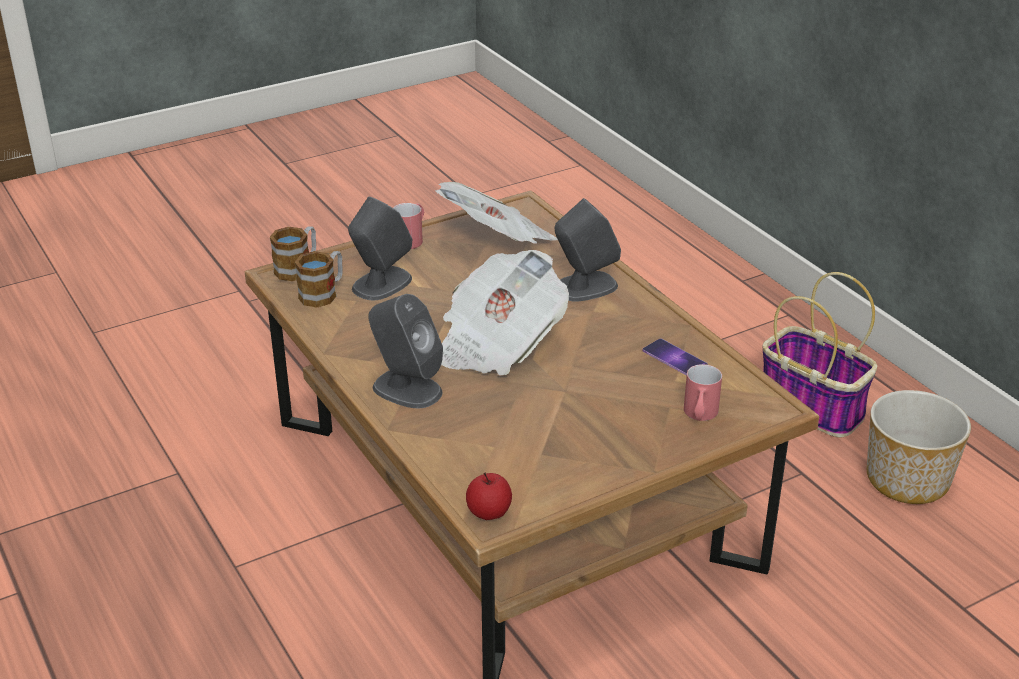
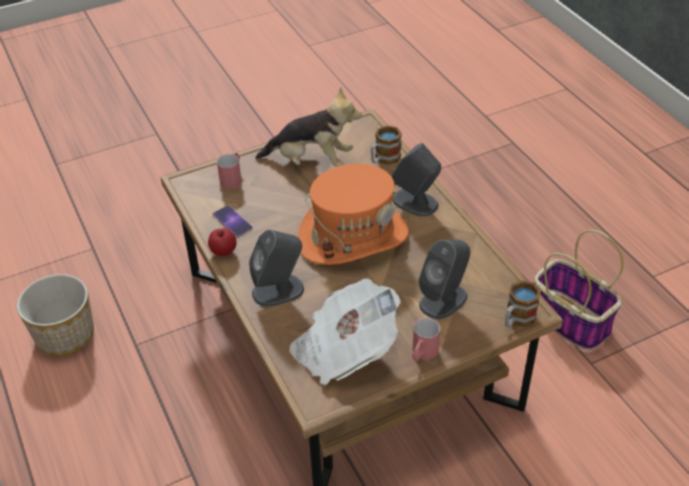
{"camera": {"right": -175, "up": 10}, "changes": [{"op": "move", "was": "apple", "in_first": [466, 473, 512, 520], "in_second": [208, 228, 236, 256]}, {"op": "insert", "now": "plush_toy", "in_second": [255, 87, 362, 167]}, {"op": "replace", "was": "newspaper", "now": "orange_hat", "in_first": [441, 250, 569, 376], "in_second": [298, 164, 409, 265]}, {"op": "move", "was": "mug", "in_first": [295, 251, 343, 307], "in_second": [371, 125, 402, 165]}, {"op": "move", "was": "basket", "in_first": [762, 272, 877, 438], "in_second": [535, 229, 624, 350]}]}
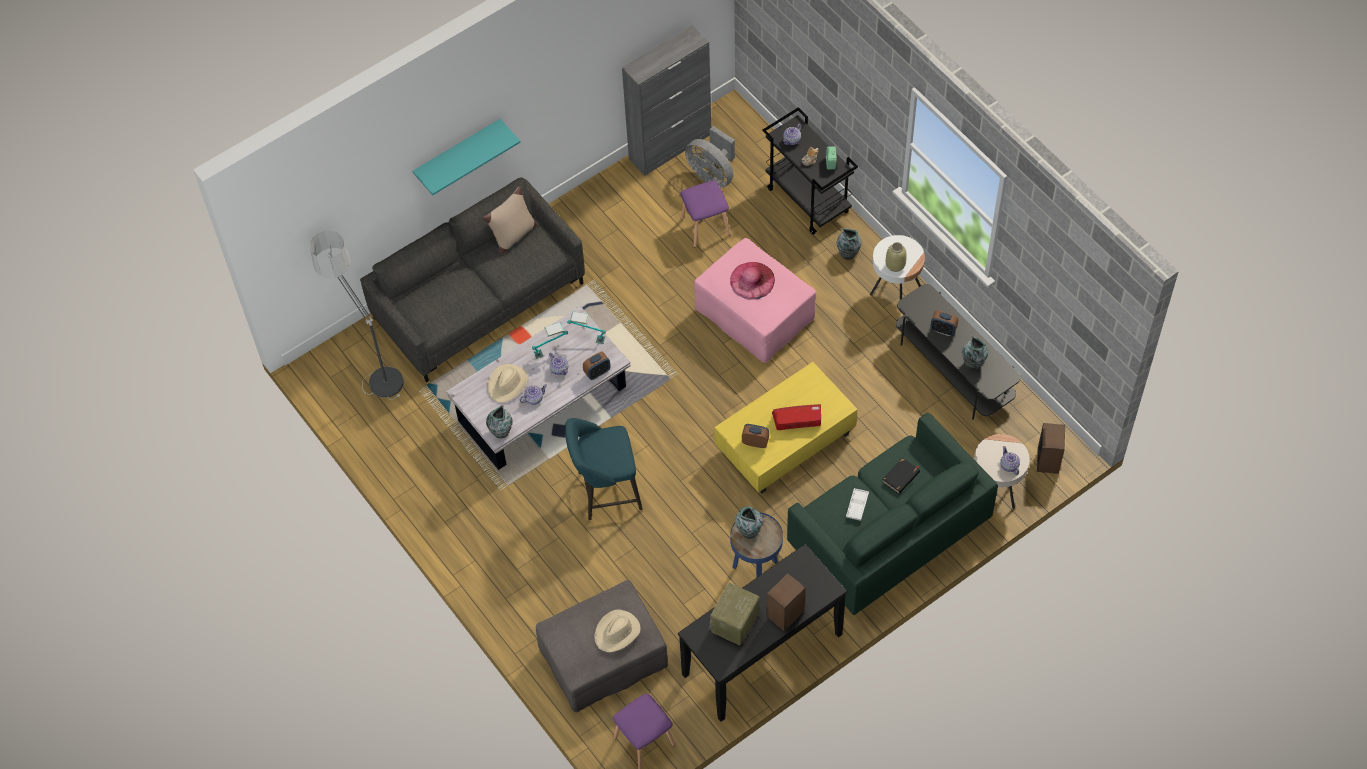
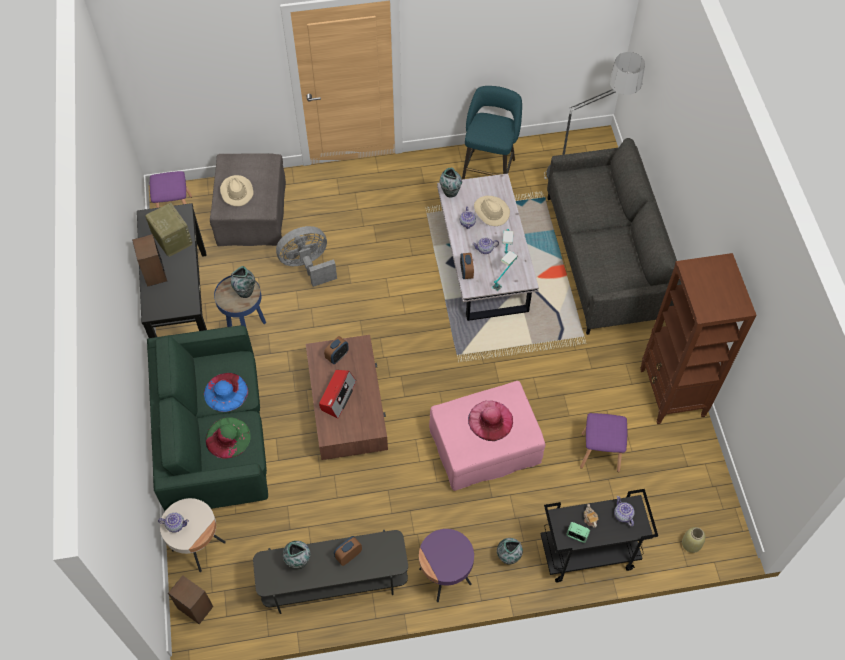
{"camera": {"right": 115, "up": 0}, "changes": [{"op": "replace", "was": "white_tray", "now": "blue_hat", "in_first": [846, 488, 869, 521], "in_second": [204, 373, 248, 412]}, {"op": "replace", "was": "black_book", "now": "green_hat", "in_first": [882, 457, 920, 494], "in_second": [206, 417, 251, 459]}, {"op": "move", "was": "grey_fan", "in_first": [685, 126, 735, 188], "in_second": [276, 226, 337, 287]}, {"op": "recolor", "was": "yellow_coffee_table", "now": "brown_coffee_table", "in_first": [714, 362, 858, 494], "in_second": [306, 335, 388, 460]}, {"op": "recolor", "was": "white_side_table", "now": "purple_side_table", "in_first": [870, 235, 925, 300], "in_second": [419, 529, 474, 602]}, {"op": "move", "was": "turquoise_stool", "in_first": [565, 418, 643, 520], "in_second": [462, 86, 522, 179]}, {"op": "insert", "now": "brown_bookcase", "in_second": [640, 253, 757, 424]}, {"op": "move", "was": "beige_vase", "in_first": [886, 242, 907, 272], "in_second": [682, 527, 705, 553]}, {"op": "delete", "was": "turquoise_shelf", "in_first": [413, 119, 521, 195]}, {"op": "delete", "was": "beige_pillow", "in_first": [483, 187, 538, 254]}, {"op": "delete", "was": "grey_cabinet", "in_first": [622, 25, 711, 176]}]}
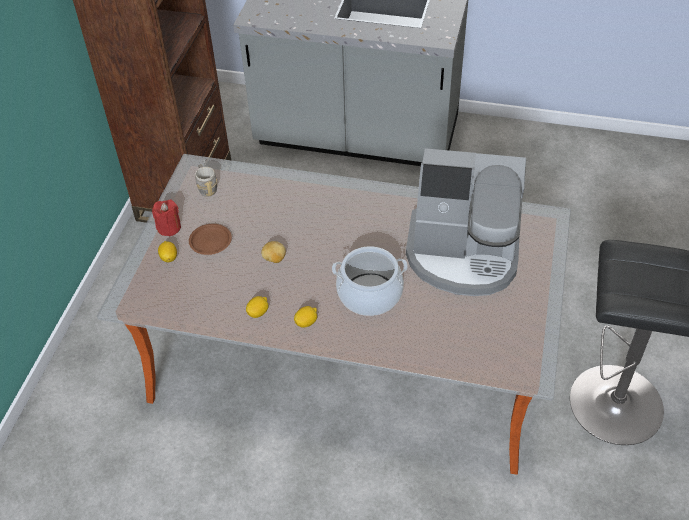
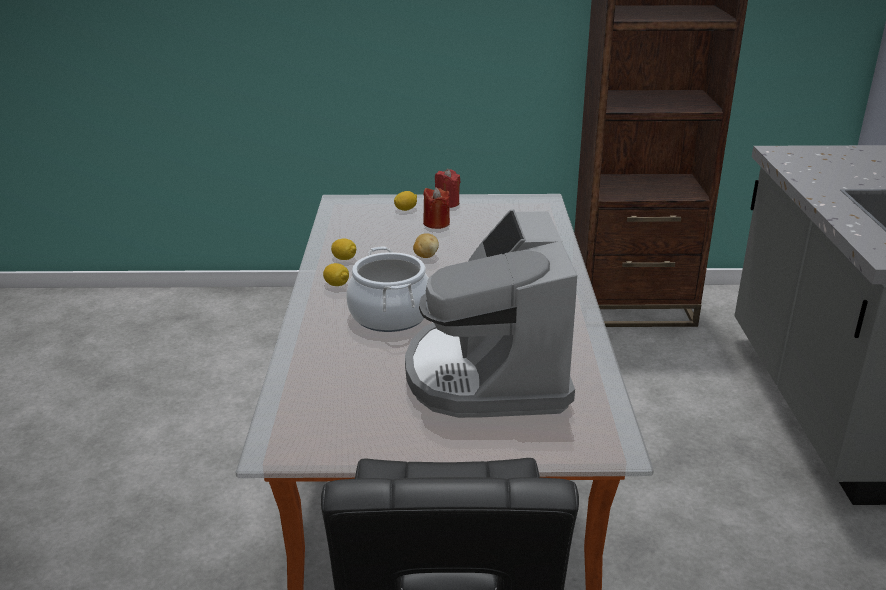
{"camera": {"right": 75, "up": -20}, "changes": [{"op": "replace", "was": "brown_plate", "now": "red_candle", "in_first": [189, 224, 232, 255], "in_second": [423, 187, 450, 229]}, {"op": "delete", "was": "grey_mug", "in_first": [195, 164, 218, 197]}]}
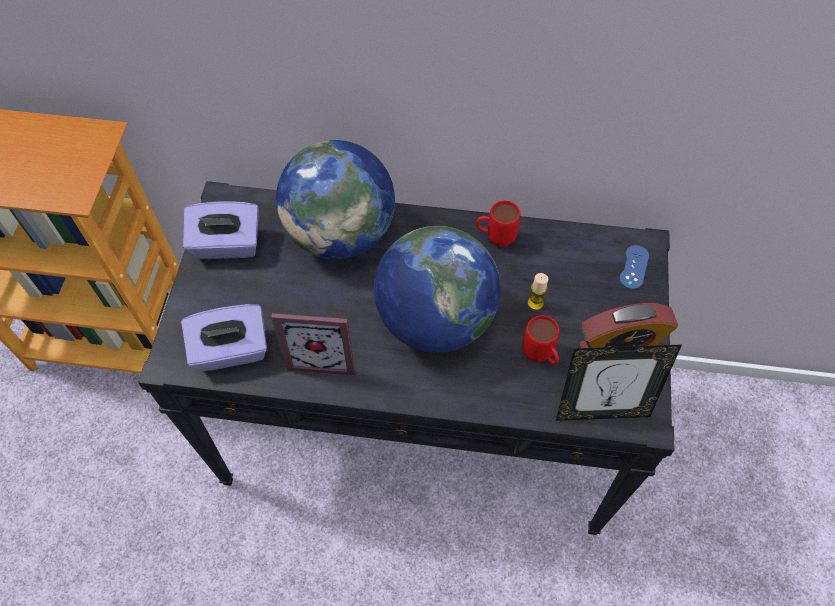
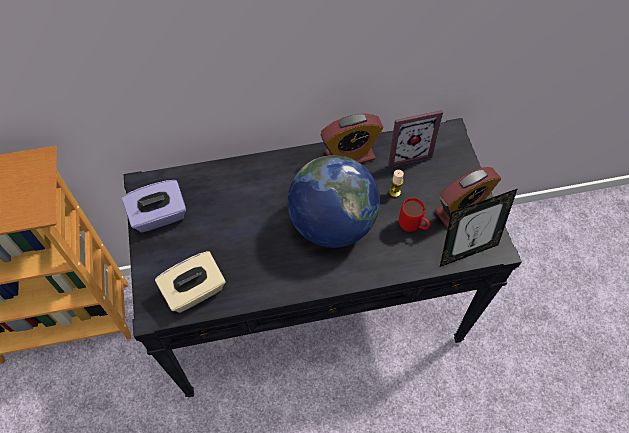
{"camera": {"right": -20, "up": 0}, "changes": [{"op": "recolor", "was": "purple_tissue_box", "now": "beige_tissue_box", "in_first": [181, 304, 267, 371], "in_second": [155, 251, 225, 313]}, {"op": "replace", "was": "red_mug", "now": "alarm_clock", "in_first": [476, 200, 520, 247], "in_second": [321, 114, 383, 164]}, {"op": "move", "was": "picture_frame", "in_first": [271, 313, 355, 376], "in_second": [388, 110, 443, 167]}, {"op": "delete", "was": "globe", "in_first": [276, 140, 395, 259]}, {"op": "delete", "was": "blue_game_controller", "in_first": [619, 245, 649, 289]}]}
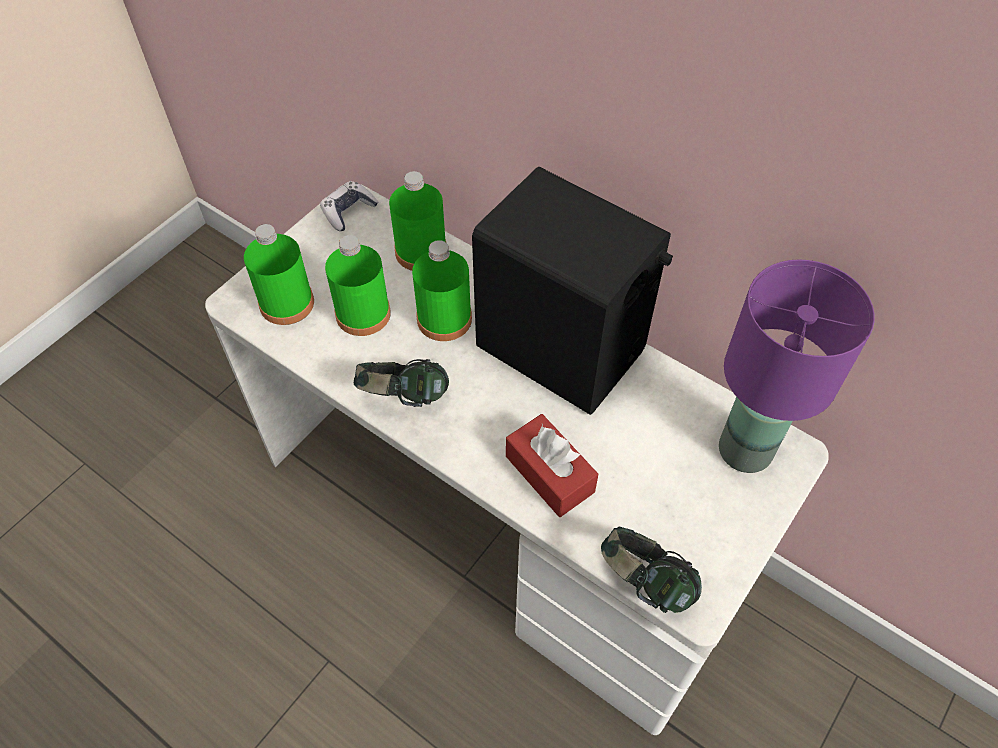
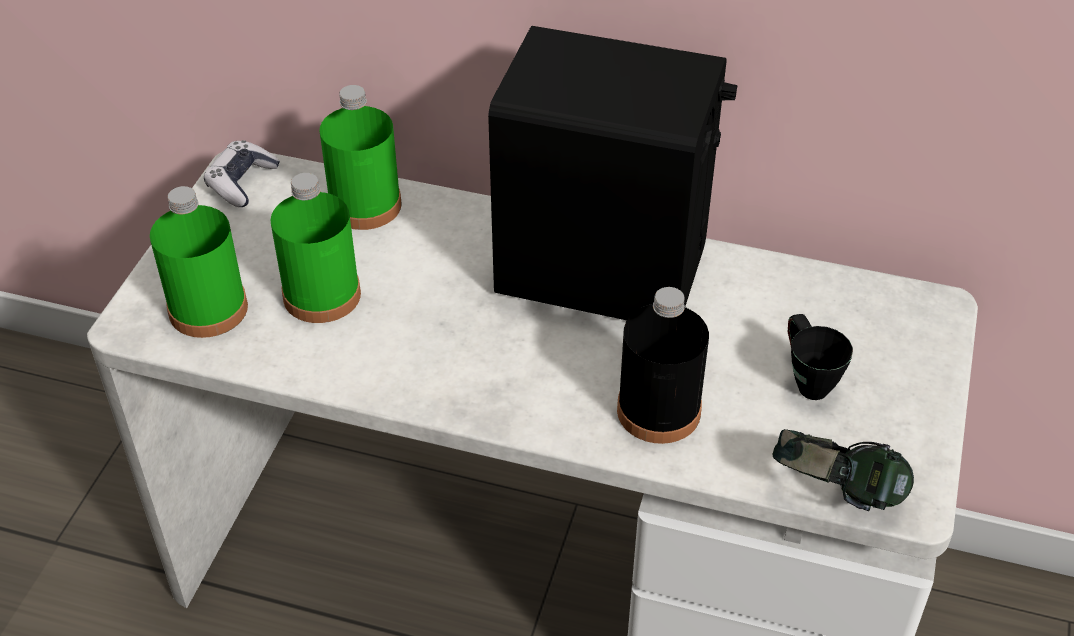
{"camera": {"right": -20, "up": -10}, "changes": [{"op": "replace", "was": "red_tissue_box", "now": "black_bottle", "in_first": [506, 414, 598, 517], "in_second": [617, 287, 709, 444]}, {"op": "insert", "now": "black_mug", "in_second": [788, 314, 853, 400]}, {"op": "delete", "was": "headphones", "in_first": [354, 359, 449, 407]}, {"op": "delete", "was": "green_bottle", "in_first": [412, 240, 472, 341]}, {"op": "delete", "was": "purple_table_lamp", "in_first": [719, 259, 875, 473]}]}
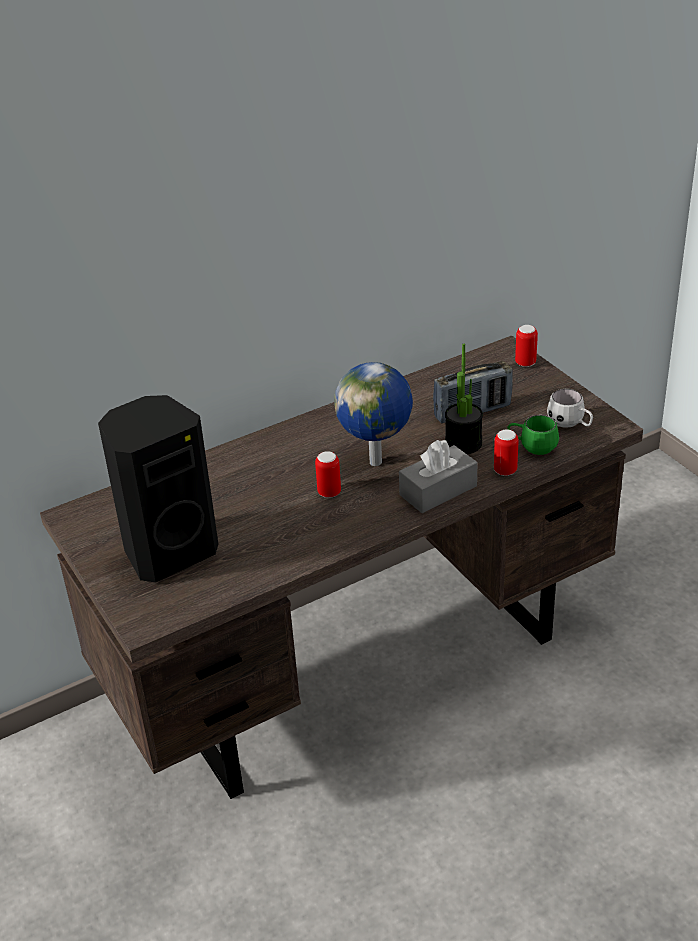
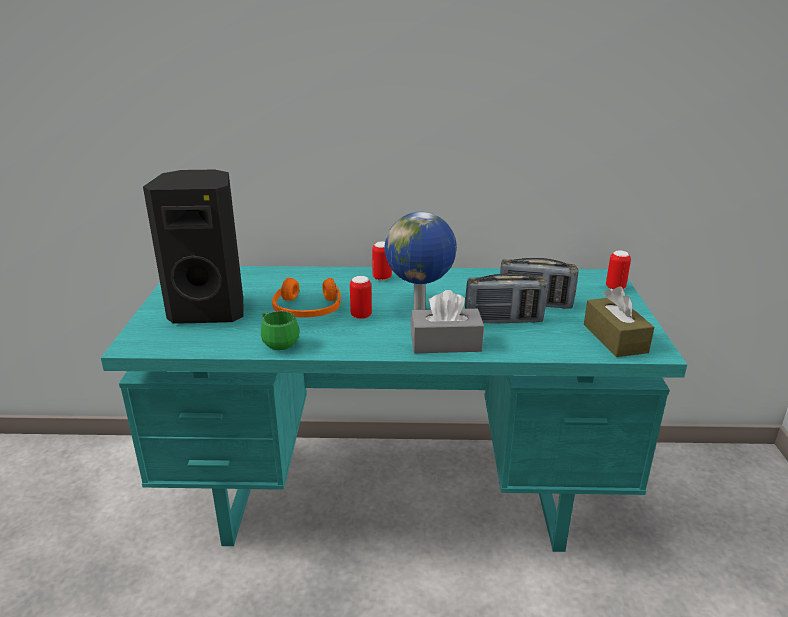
{"camera": {"right": 30, "up": -10}, "changes": [{"op": "recolor", "was": "brown_desk", "now": "turquoise_desk", "in_first": [40, 336, 643, 799], "in_second": [101, 266, 687, 552]}, {"op": "move", "was": "green_mug", "in_first": [507, 415, 559, 455], "in_second": [261, 311, 300, 350]}, {"op": "insert", "now": "orange_headphones", "in_second": [272, 277, 341, 317]}, {"op": "move", "was": "can", "in_first": [494, 429, 519, 476], "in_second": [372, 242, 392, 281]}, {"op": "replace", "was": "potted_plant", "now": "radio", "in_first": [445, 344, 483, 454], "in_second": [465, 273, 548, 323]}, {"op": "replace", "was": "white_mug", "now": "brown_tissue_box", "in_first": [547, 389, 593, 428], "in_second": [584, 286, 654, 357]}]}
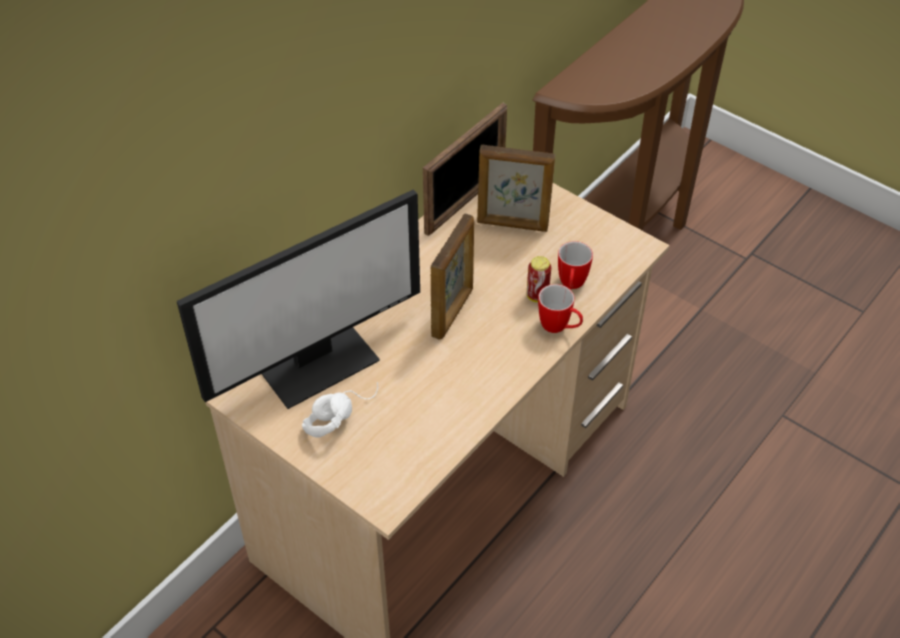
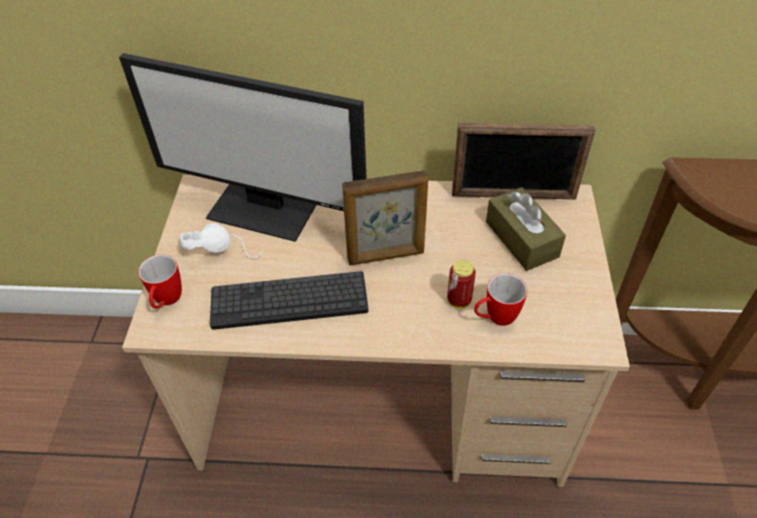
{"camera": {"right": 55, "up": 0}, "changes": [{"op": "move", "was": "mug", "in_first": [538, 284, 583, 333], "in_second": [138, 254, 182, 309]}, {"op": "insert", "now": "keyboard", "in_second": [210, 271, 368, 330]}, {"op": "replace", "was": "picture_frame", "now": "brown_tissue_box", "in_first": [477, 145, 555, 232], "in_second": [486, 187, 566, 271]}]}
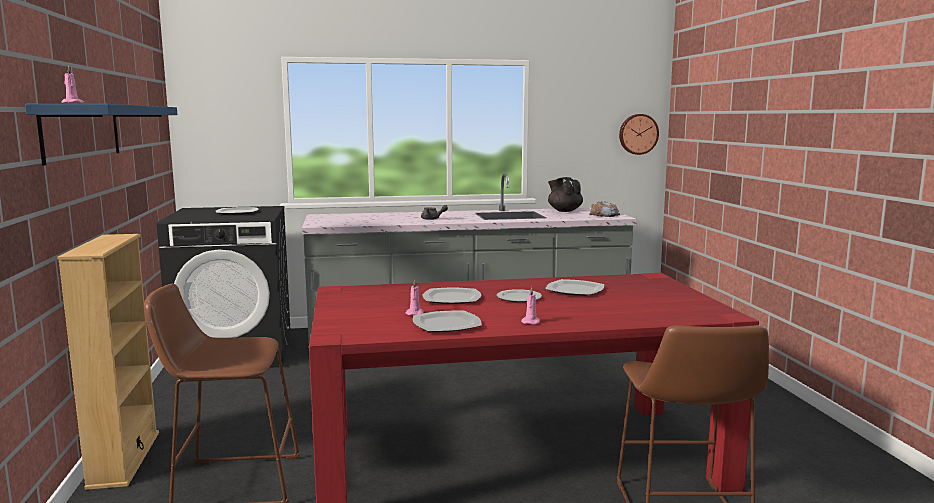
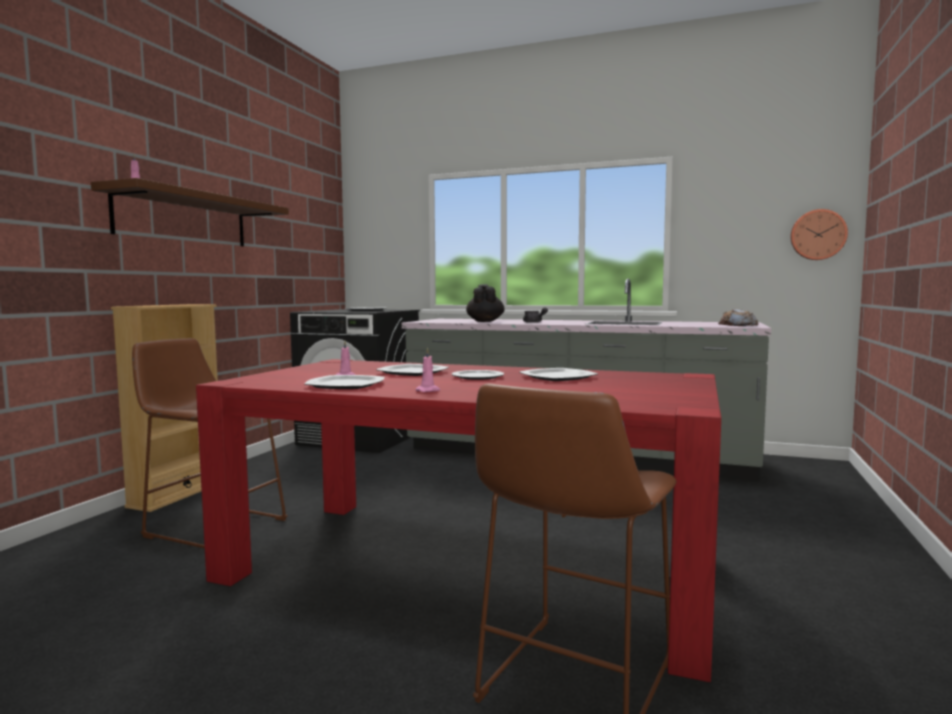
{"camera": {"right": 30, "up": -5}, "changes": [{"op": "recolor", "was": "blue_shelf", "now": "brown_shelf", "in_first": [25, 104, 177, 166], "in_second": [91, 178, 289, 247]}, {"op": "move", "was": "black_teapot", "in_first": [548, 177, 583, 212], "in_second": [466, 284, 505, 322]}]}
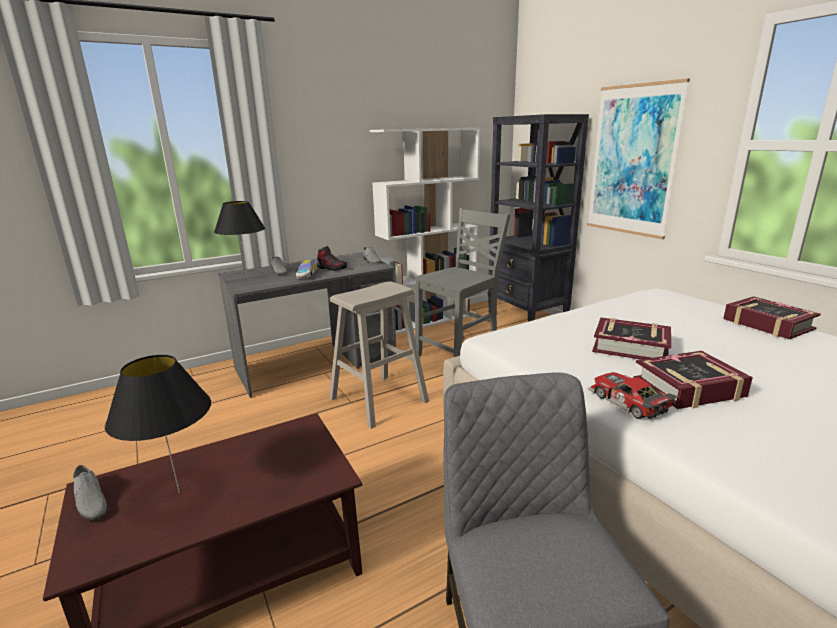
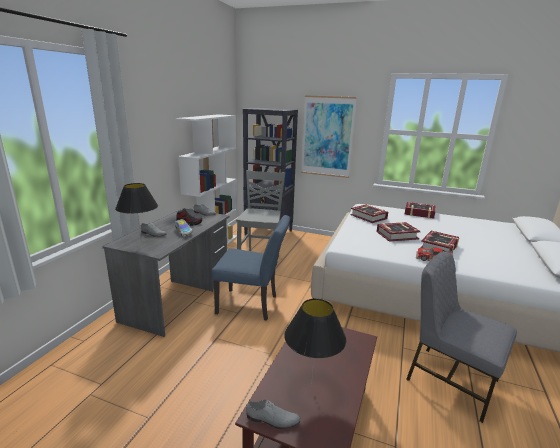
{"camera": {"right": -40, "up": 0}, "changes": [{"op": "replace", "was": "beige_stool", "now": "blue_chair", "in_first": [329, 281, 429, 429], "in_second": [212, 215, 290, 321]}, {"op": "insert", "now": "book", "in_second": [350, 205, 388, 223]}]}
